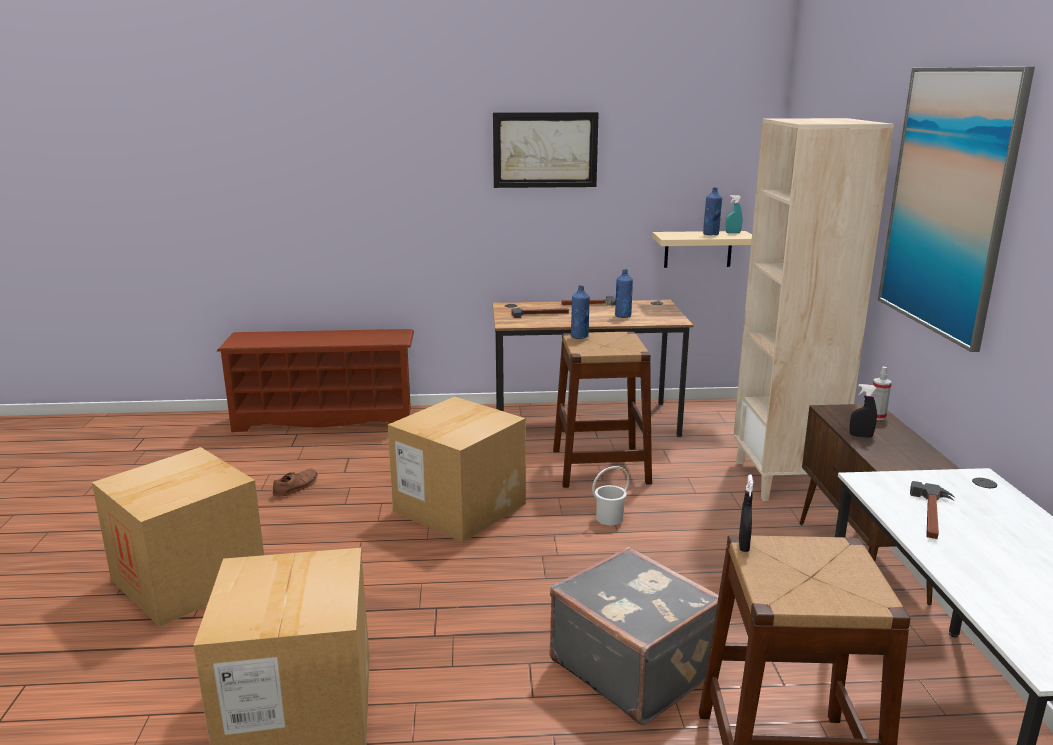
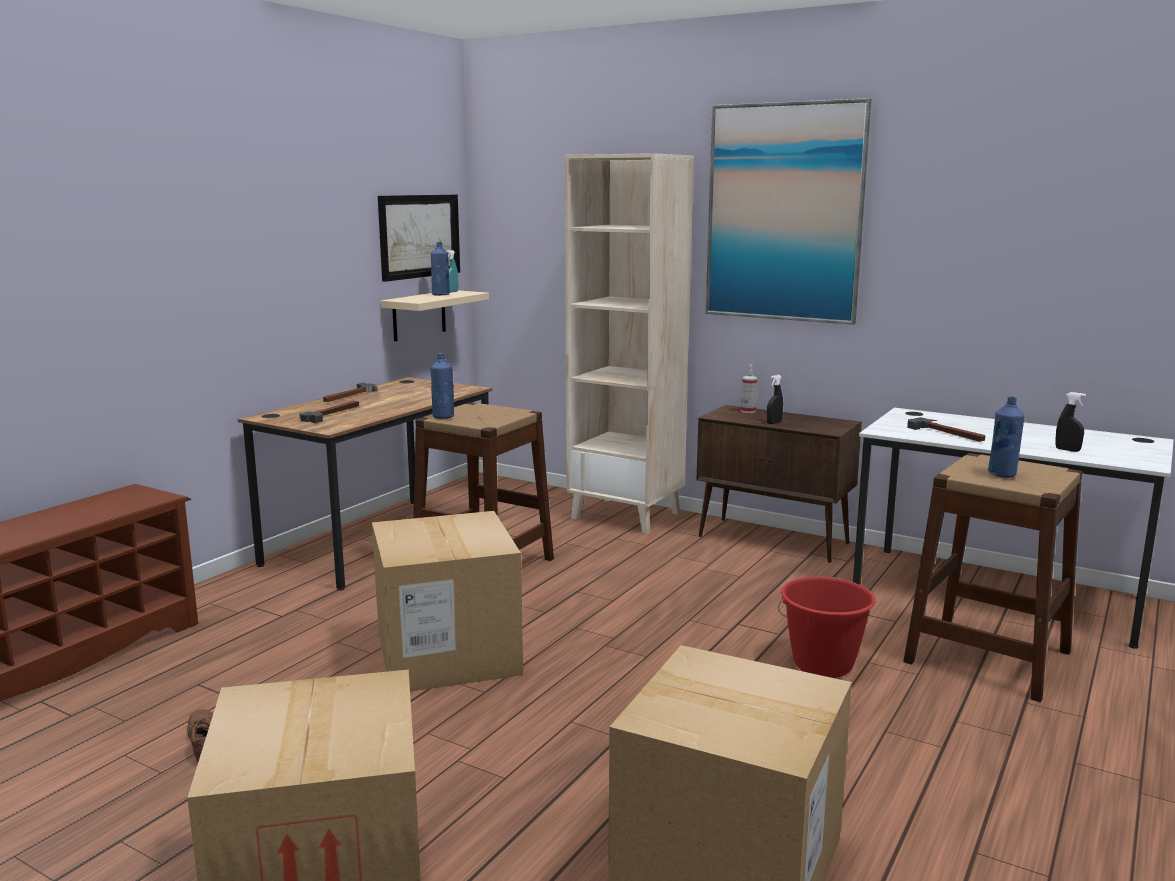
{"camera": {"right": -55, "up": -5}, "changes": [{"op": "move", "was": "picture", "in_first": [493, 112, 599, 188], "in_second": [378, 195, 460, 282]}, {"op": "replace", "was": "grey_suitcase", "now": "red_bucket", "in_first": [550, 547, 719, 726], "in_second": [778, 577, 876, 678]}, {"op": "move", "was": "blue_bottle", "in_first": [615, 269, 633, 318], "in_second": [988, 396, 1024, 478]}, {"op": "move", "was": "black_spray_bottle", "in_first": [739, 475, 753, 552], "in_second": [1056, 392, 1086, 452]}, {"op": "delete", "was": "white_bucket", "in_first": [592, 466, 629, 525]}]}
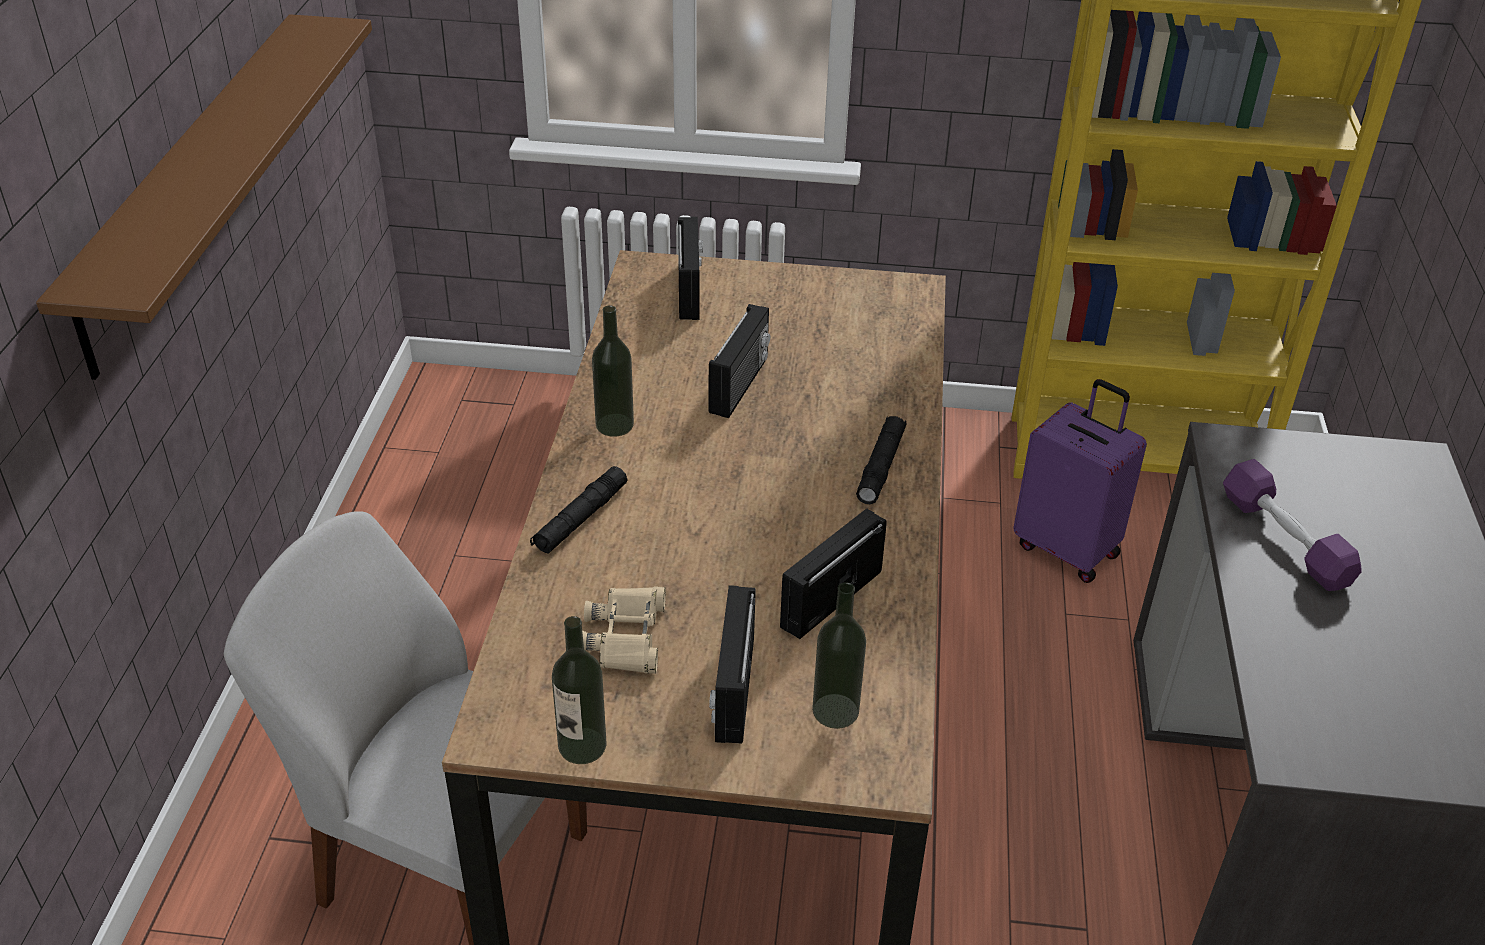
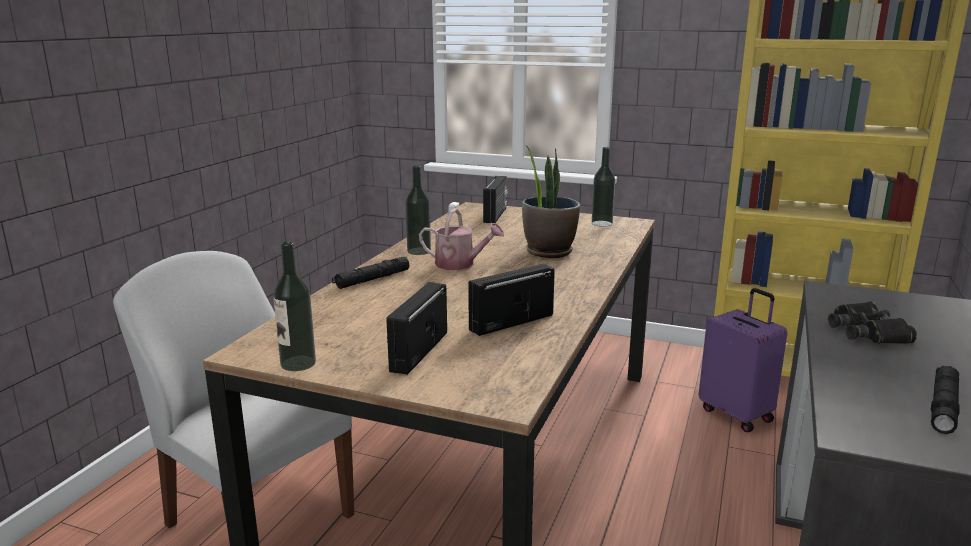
{"camera": {"right": 15, "up": -20}, "changes": [{"op": "insert", "now": "watering_can", "in_second": [419, 208, 504, 270]}, {"op": "insert", "now": "potted_plant", "in_second": [522, 145, 580, 258]}, {"op": "move", "was": "bottle", "in_first": [812, 582, 866, 729], "in_second": [592, 147, 615, 227]}, {"op": "replace", "was": "purple_dumbbell", "now": "black_binoculars", "in_first": [1223, 459, 1361, 591], "in_second": [828, 302, 917, 344]}, {"op": "move", "was": "black_flashlight", "in_first": [856, 416, 907, 504], "in_second": [931, 366, 960, 434]}, {"op": "delete", "was": "brown_shelf", "in_first": [36, 14, 372, 380]}, {"op": "delete", "was": "beige_binoculars", "in_first": [582, 586, 666, 674]}, {"op": "delete", "was": "radio", "in_first": [708, 304, 770, 418]}]}
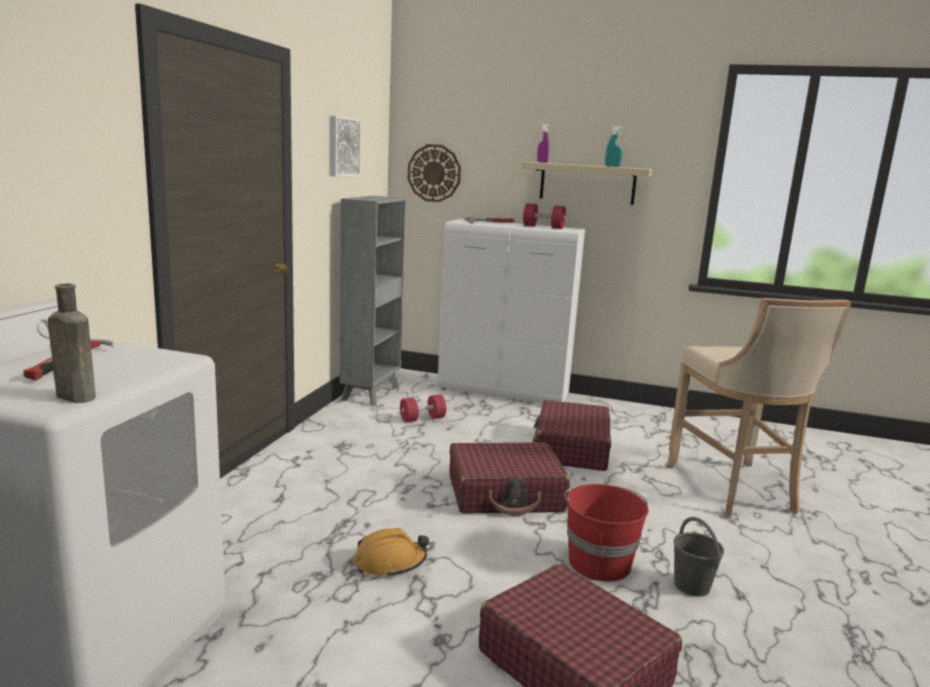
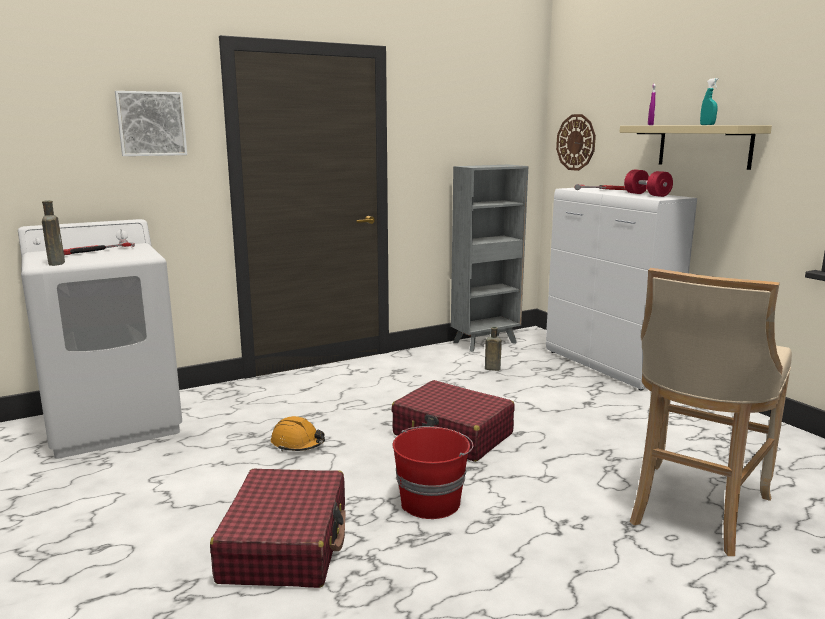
{"camera": {"right": 45, "up": 0}, "changes": [{"op": "move", "was": "picture", "in_first": [329, 116, 361, 177], "in_second": [115, 91, 187, 156]}, {"op": "replace", "was": "red_dumbbell", "now": "brown_bottle", "in_first": [400, 394, 446, 422], "in_second": [485, 327, 502, 371]}, {"op": "delete", "was": "red_suitcase", "in_first": [533, 400, 611, 471]}, {"op": "delete", "was": "grey_bucket", "in_first": [674, 517, 724, 597]}]}
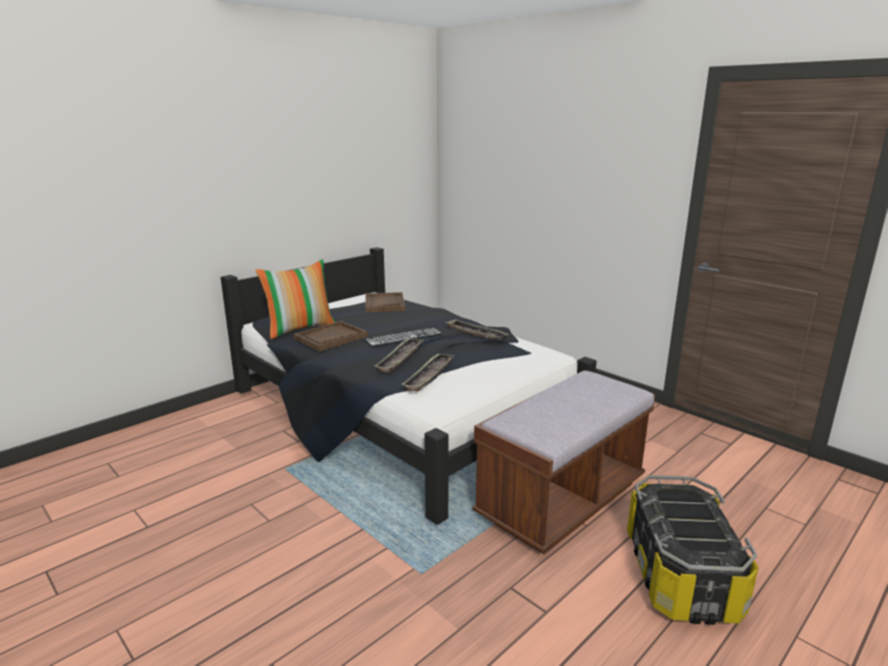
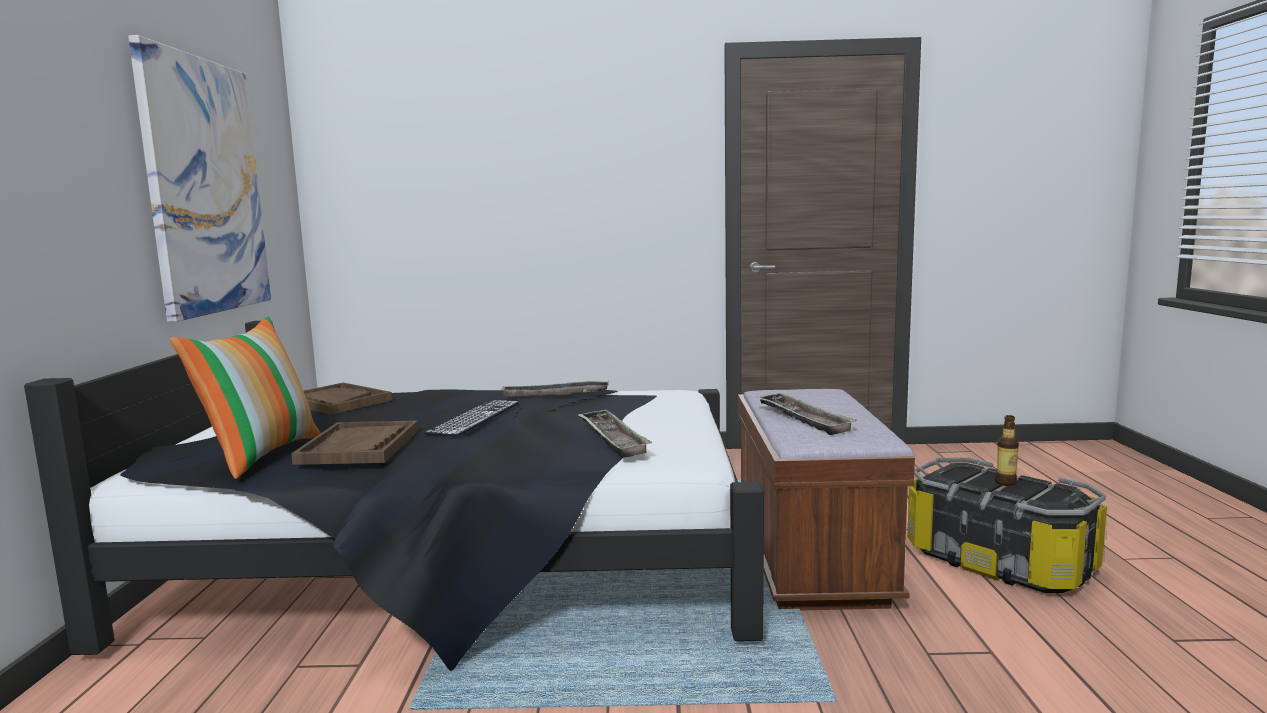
{"camera": {"right": -45, "up": -10}, "changes": [{"op": "insert", "now": "picture", "in_second": [128, 35, 271, 322]}, {"op": "move", "was": "tray", "in_first": [374, 339, 423, 373], "in_second": [757, 392, 857, 435]}, {"op": "insert", "now": "bottle", "in_second": [995, 415, 1019, 486]}]}
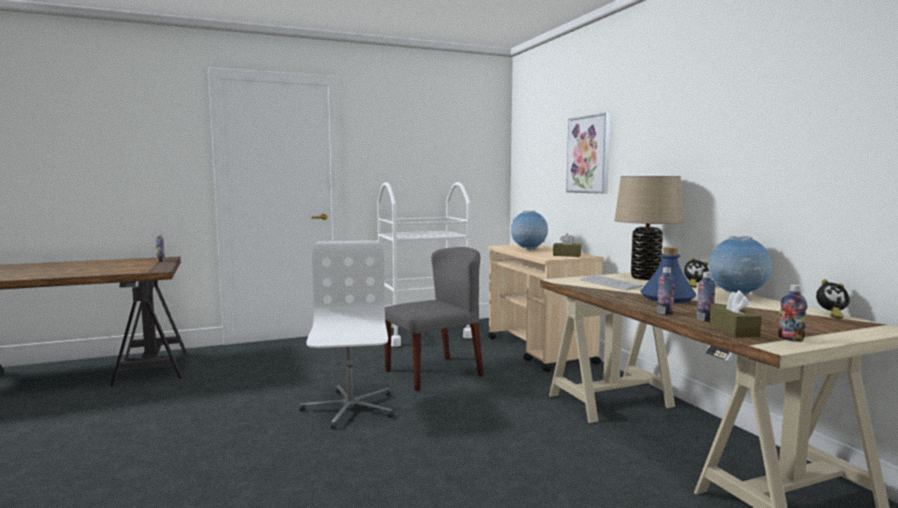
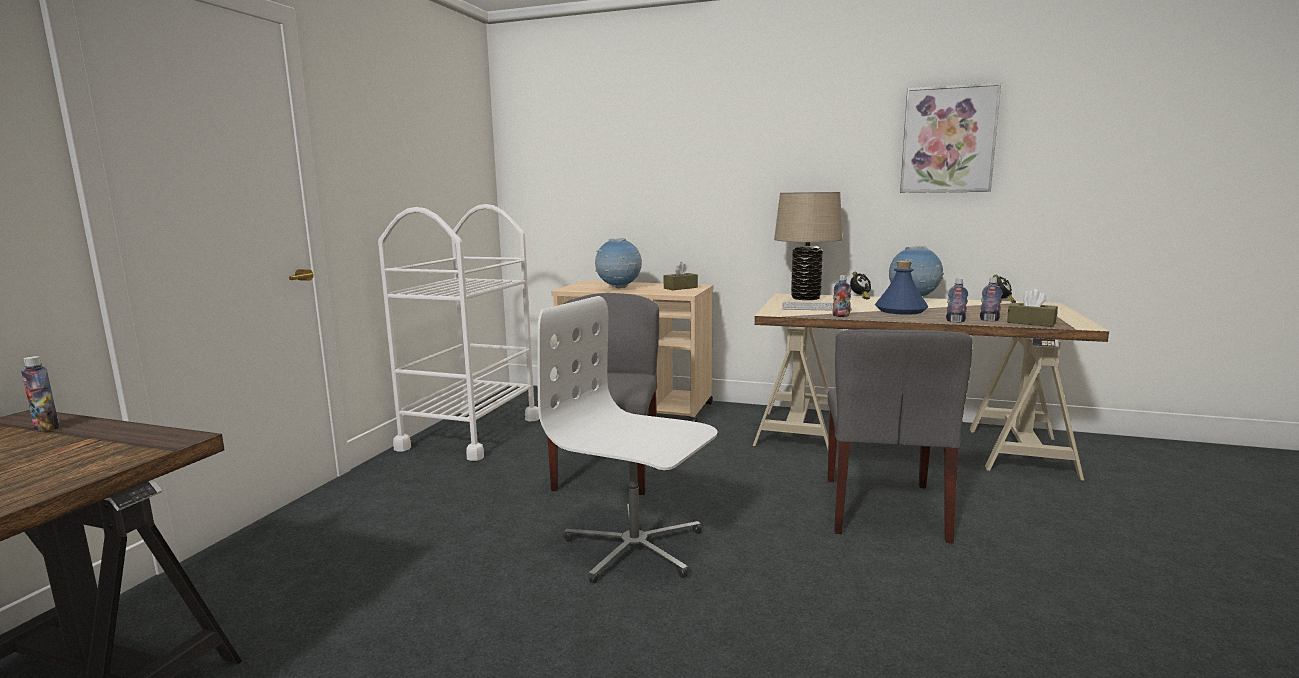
{"camera": {"right": -50, "up": 5}, "changes": [{"op": "insert", "now": "grey_chair", "in_second": [827, 329, 973, 543]}, {"op": "move", "was": "bottle", "in_first": [778, 284, 808, 342], "in_second": [833, 275, 851, 317]}, {"op": "move", "was": "picture", "in_first": [566, 112, 610, 194], "in_second": [900, 83, 1001, 193]}]}
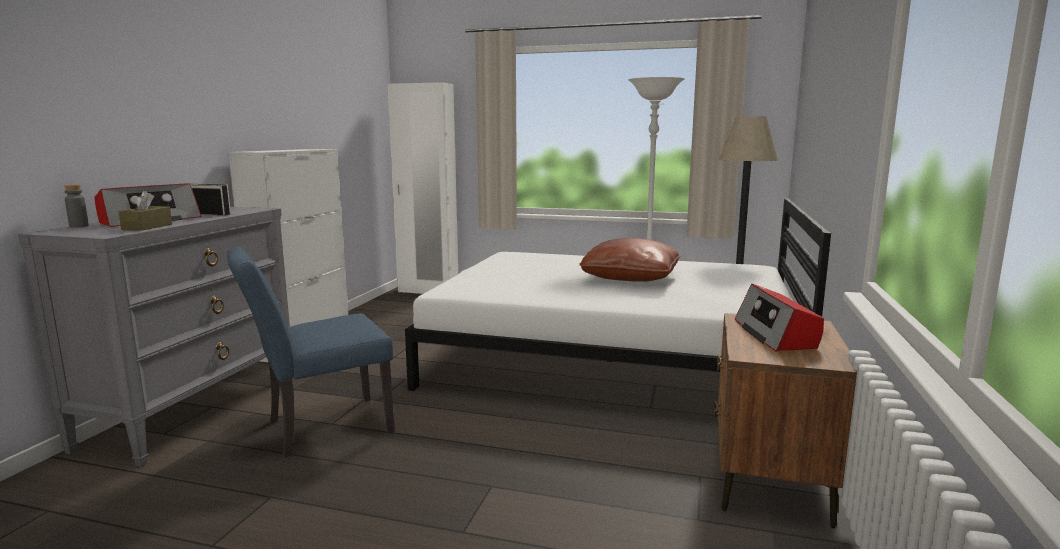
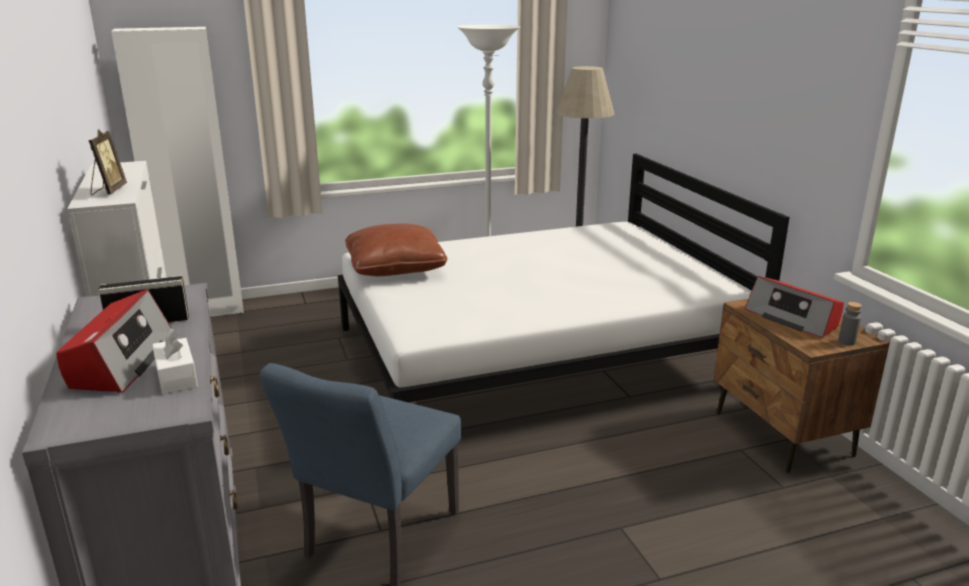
{"camera": {"right": -35, "up": 10}, "changes": [{"op": "insert", "now": "picture_frame", "in_second": [89, 129, 127, 195]}, {"op": "recolor", "was": "brown_tissue_box", "now": "white_tissue_box", "in_first": [118, 191, 172, 231], "in_second": [152, 328, 198, 394]}, {"op": "move", "was": "brown_pillow", "in_first": [579, 238, 680, 282], "in_second": [345, 224, 447, 276]}, {"op": "move", "was": "grey_bottle", "in_first": [64, 185, 89, 228], "in_second": [838, 302, 862, 346]}]}
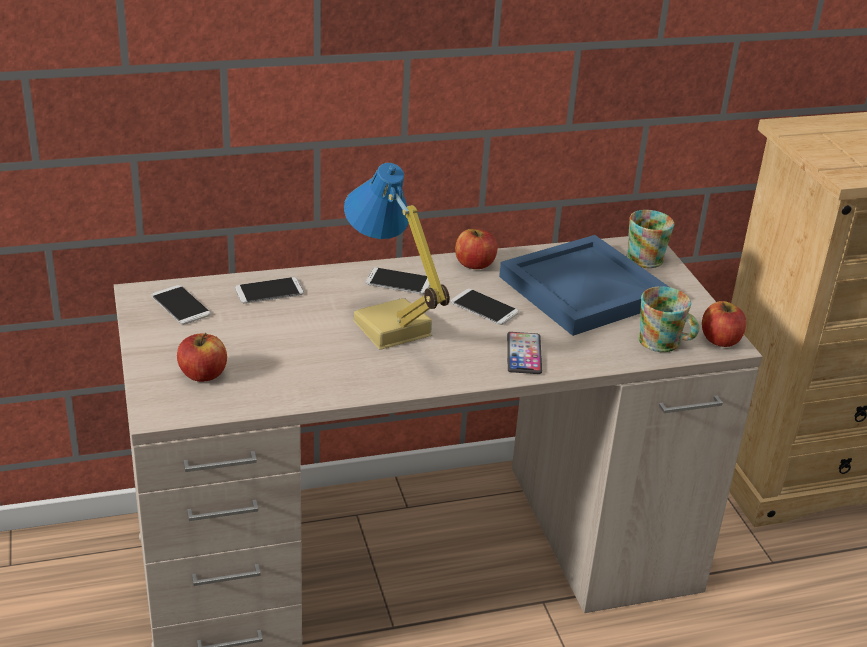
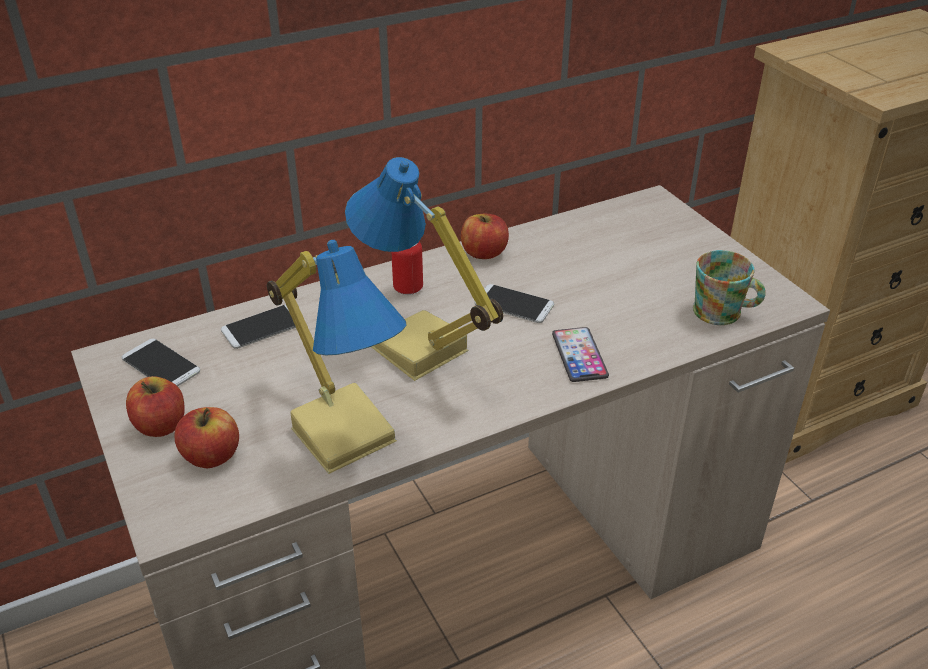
{"camera": {"right": -10, "up": 5}, "changes": [{"op": "move", "was": "apple", "in_first": [702, 301, 746, 347], "in_second": [126, 376, 185, 437]}, {"op": "insert", "now": "table_lamp", "in_second": [267, 240, 407, 474]}, {"op": "replace", "was": "phone", "now": "can", "in_first": [366, 268, 430, 294], "in_second": [391, 241, 423, 295]}, {"op": "delete", "was": "blue_tray", "in_first": [499, 235, 669, 336]}, {"op": "delete", "was": "mug", "in_first": [626, 210, 674, 268]}]}
